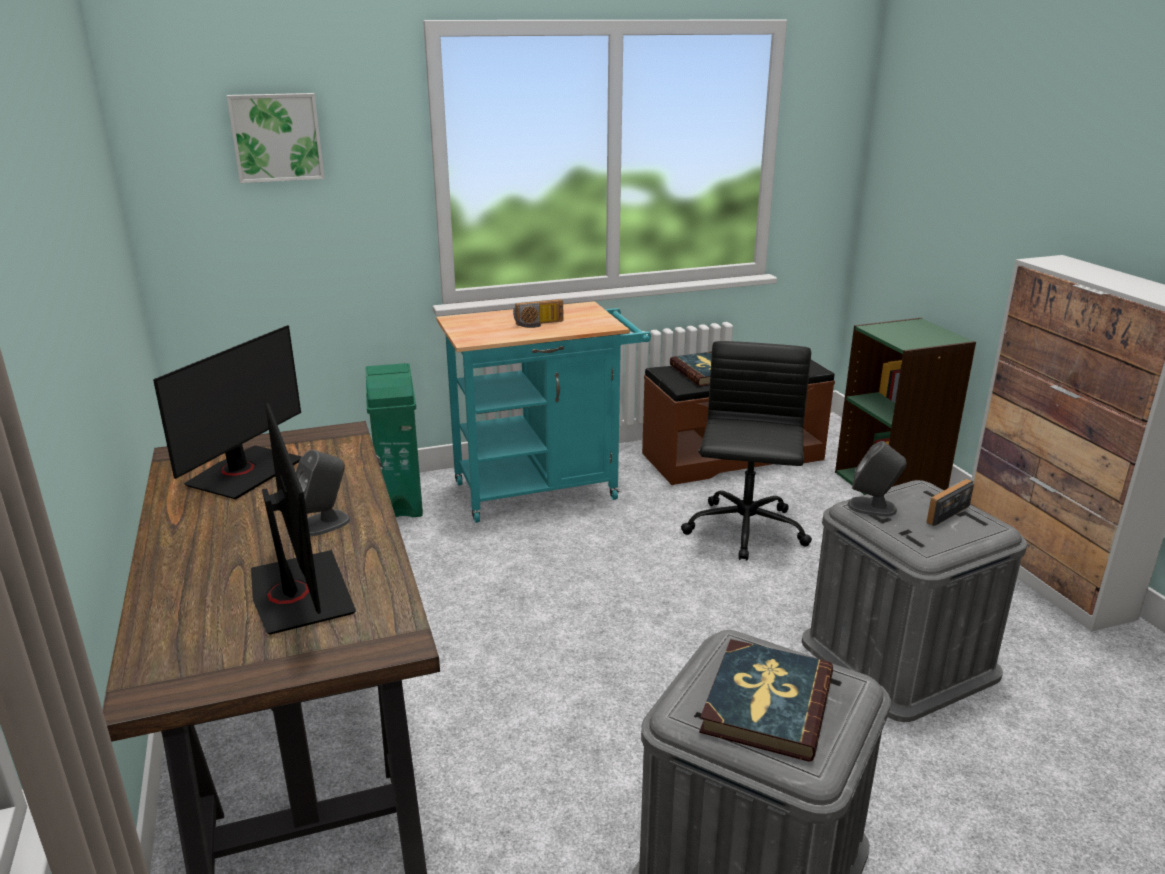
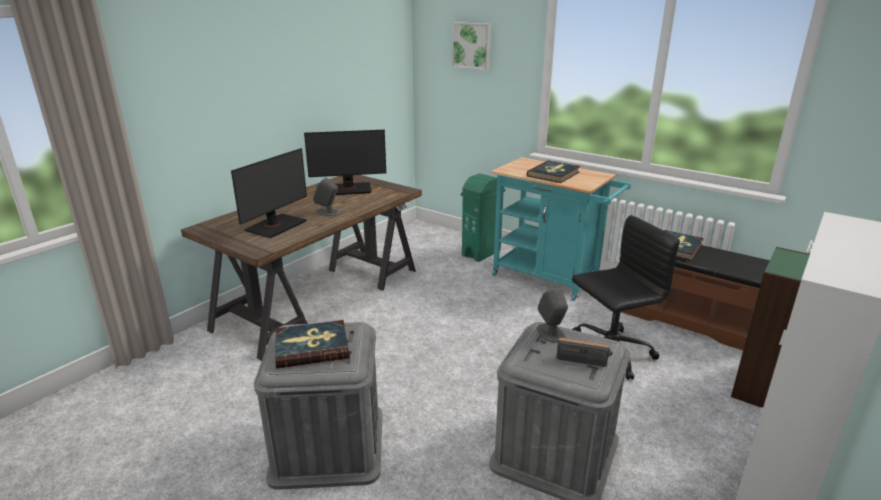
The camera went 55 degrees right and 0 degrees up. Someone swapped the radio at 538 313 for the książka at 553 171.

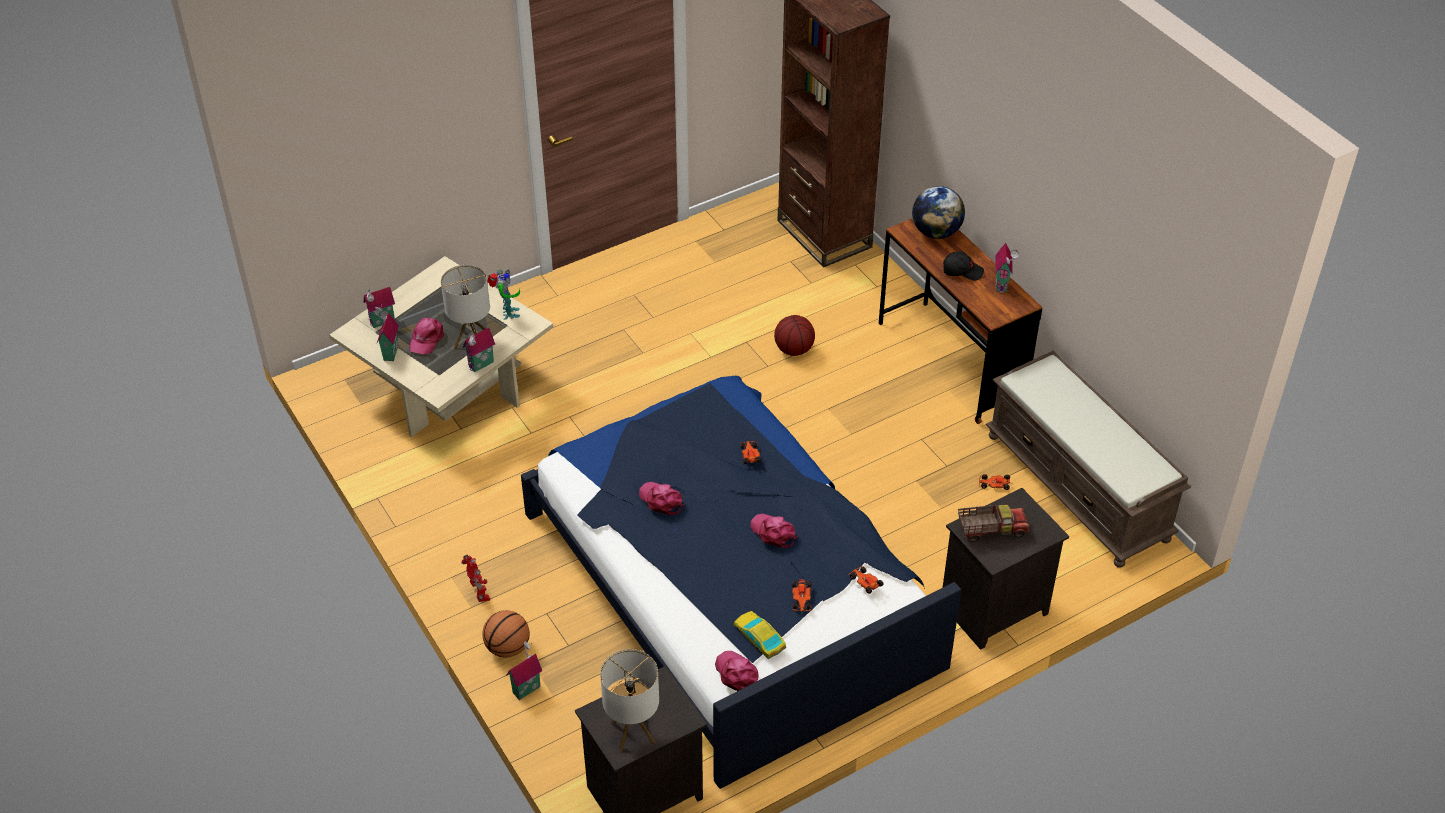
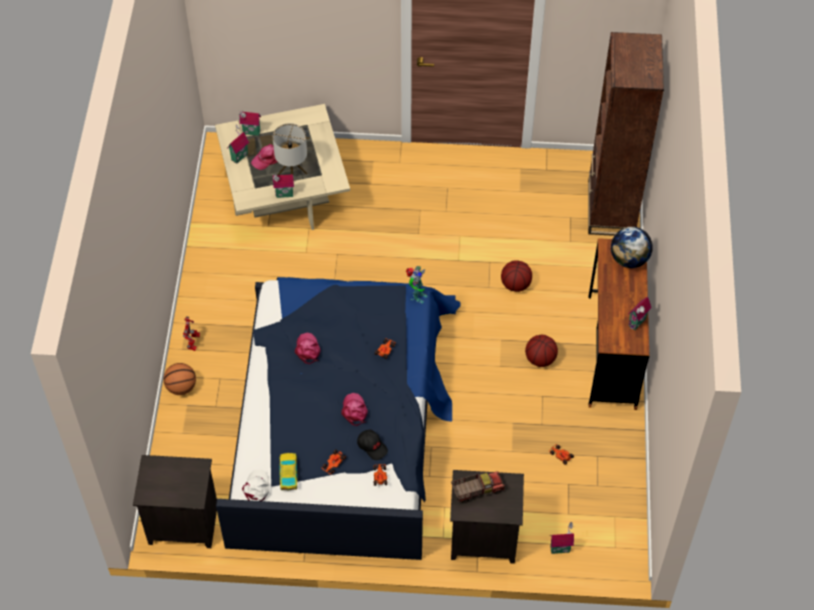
The camera went 35 degrees right and 10 degrees up. Someone repainted the czapka z daszkiem (różowy) at 736 671, which became the czapka z daszkiem (biały) at 255 485. Someone carried the czapka z daszkiem (czarny) from 963 266 to 372 444. Someone carried the robot zabawkowy from 503 294 to 417 284. Someone rotated the ciężarówka zabawkowa at 994 523 by 45 degrees counterclockwise. Someone put down the piłka do koszykówki at 541 351. Someone carried the domek from 524 670 to 562 538. Someone took away the lampa stołowa at 629 700. Someone took away the ławka (brązowy) at 1088 459.

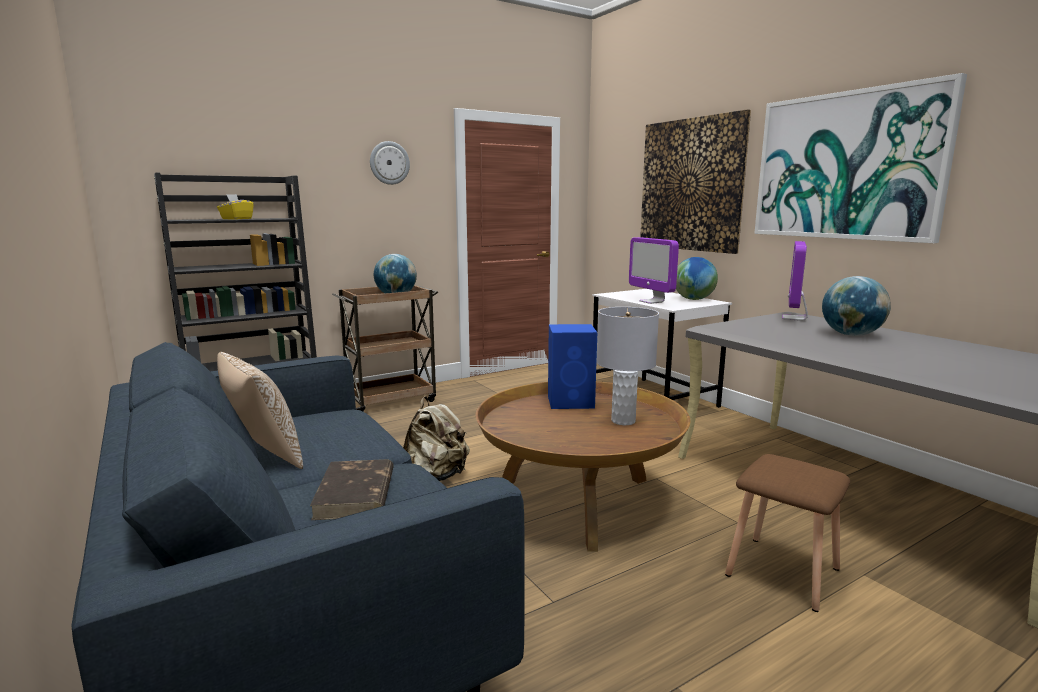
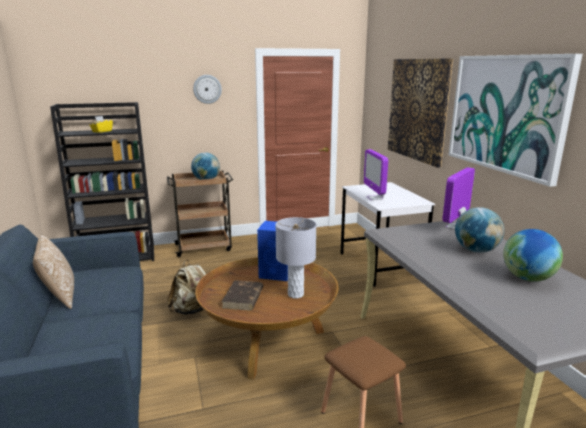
The camera went 15 degrees right and 5 degrees up. Someone carried the książka (brązowy) from 352 489 to 243 295. Someone carried the globus from 697 278 to 533 255.

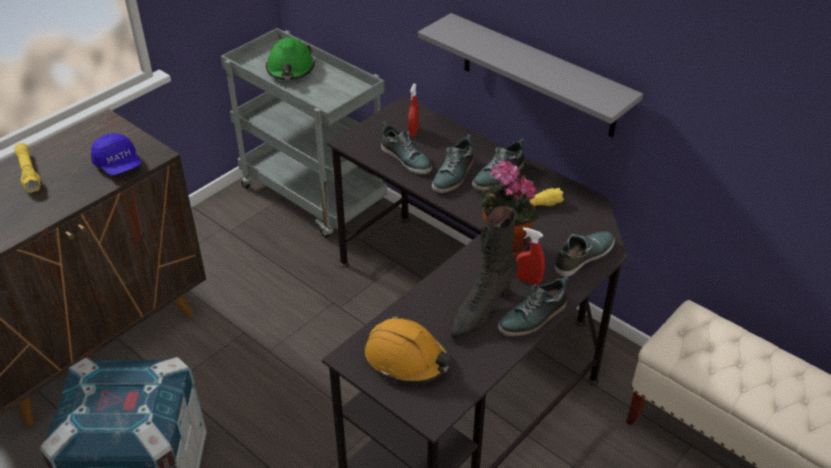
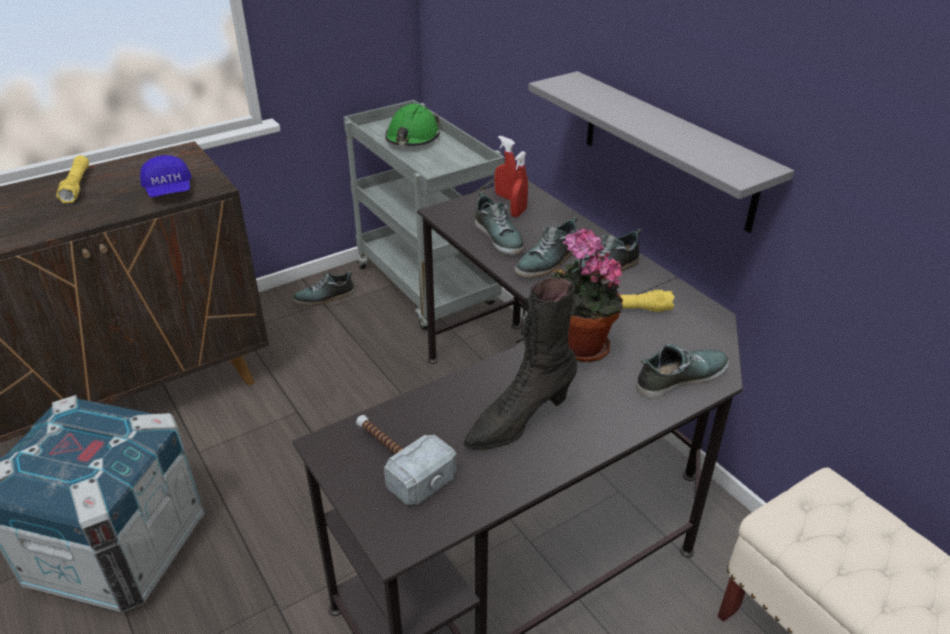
The camera went 15 degrees right and 5 degrees down. Someone carried the but from 533 306 to 323 288. Someone swapped the kask (pomarańczowy) at 408 350 for the młotek at 406 460. Someone carried the spryskiwacz (czerwony) from 530 256 to 506 168.

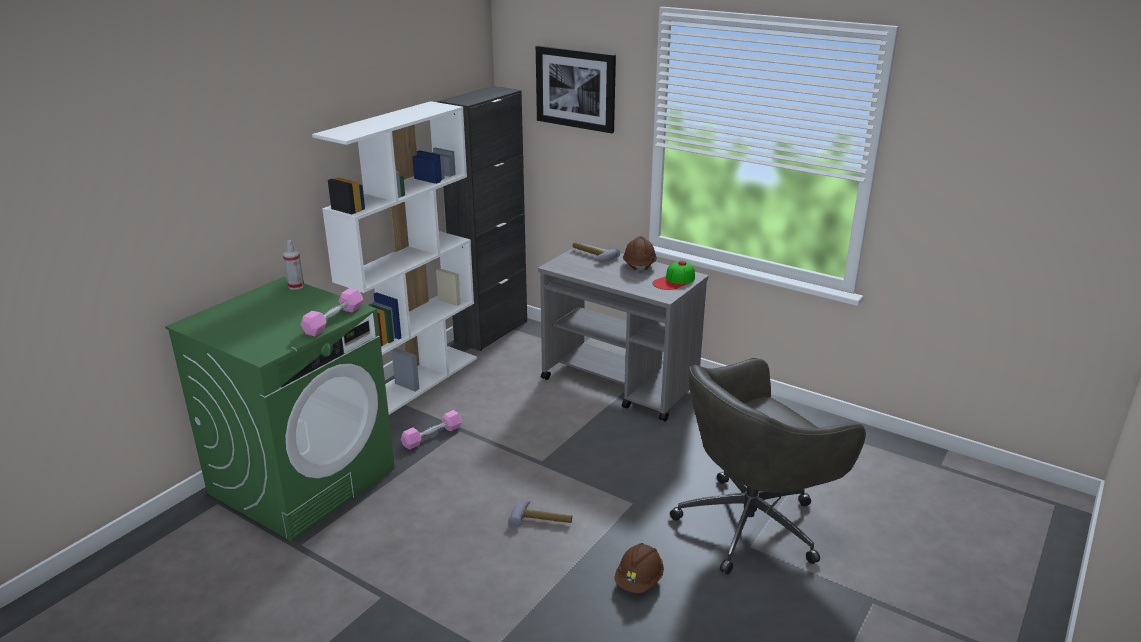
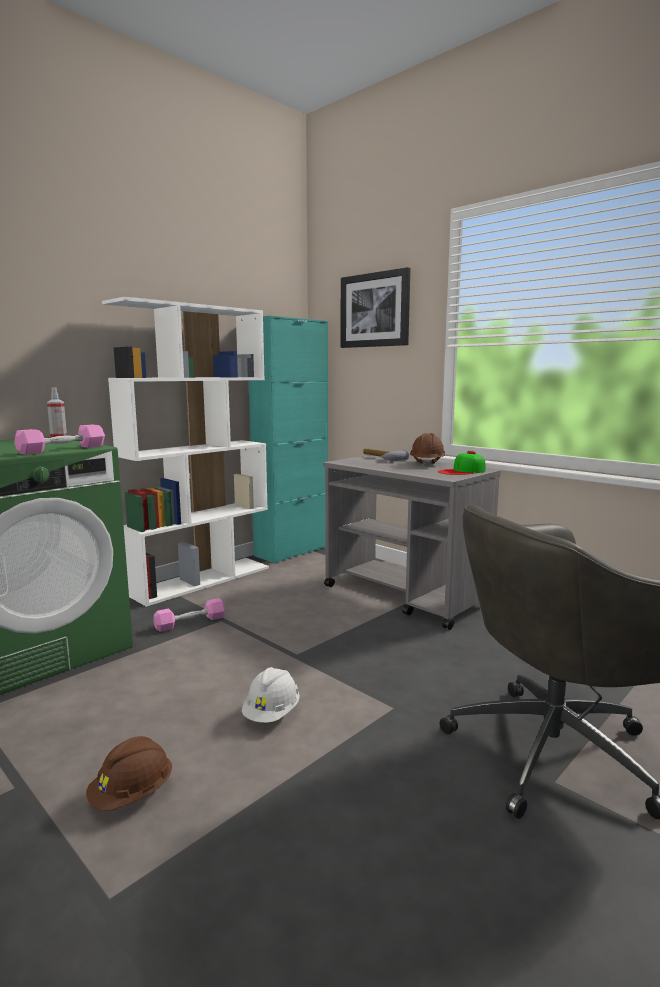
The camera went 10 degrees right and 15 degrees down. Someone carried the kask (brązowy) from 639 568 to 129 773. Someone swapped the młotek at 540 514 for the kask (biały) at 271 695. Someone repainted the szafka (czarny) at 482 218, which became the szafka (turkusowy) at 288 439.

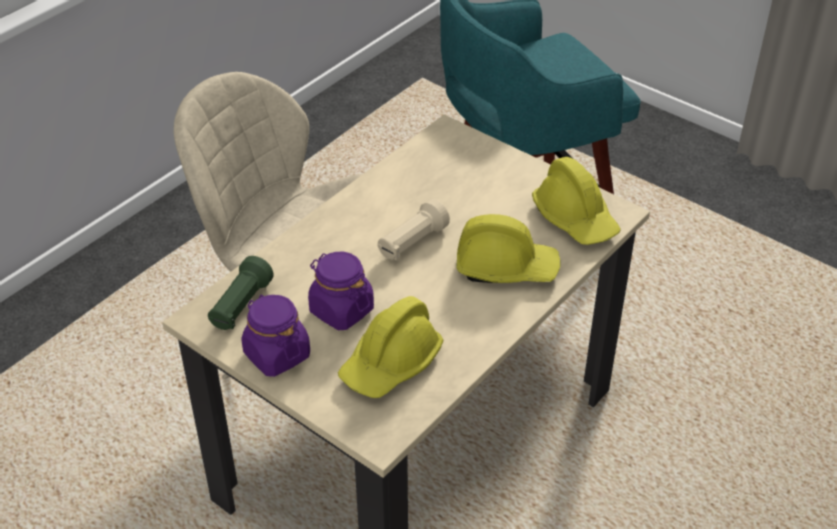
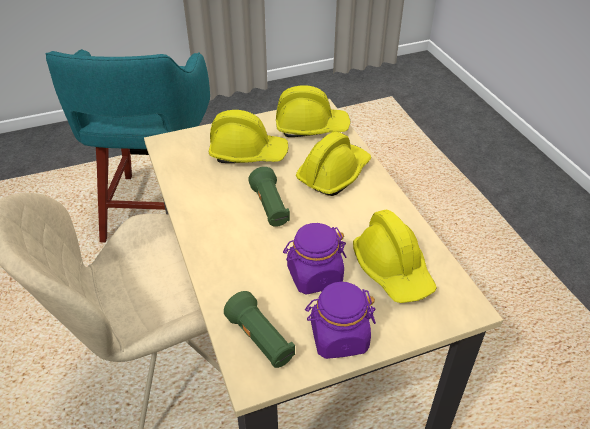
The camera went 60 degrees left and 0 degrees up. Someone put down the kask (żółty) at 248 136. Someone repainted the latarka (beżowy) at 413 229, which became the latarka (zielony) at 269 197.

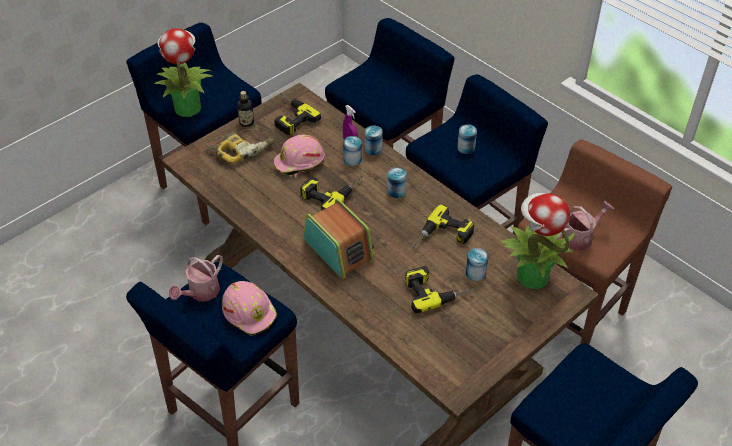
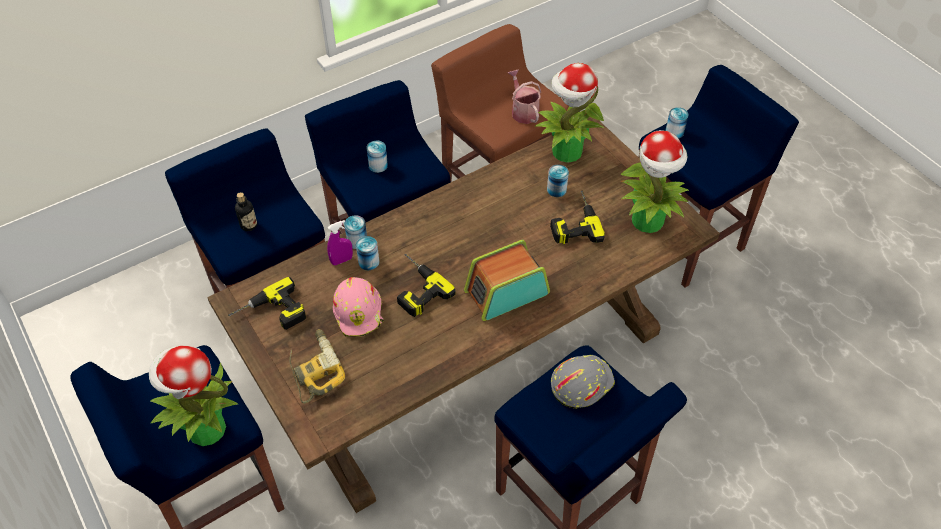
The camera went 80 degrees left and 5 degrees up. Someone carried the butelka from 245 109 to 246 211. Someone repainted the kask (różowy) at 249 308, which became the kask (szary) at 583 382. Someone put down the roślina doniczkowa at 654 181. Someone carried the puszka from 397 182 to 676 123. Someone took away the konewka at 196 278. Someone took away the wiertarka at 443 226.

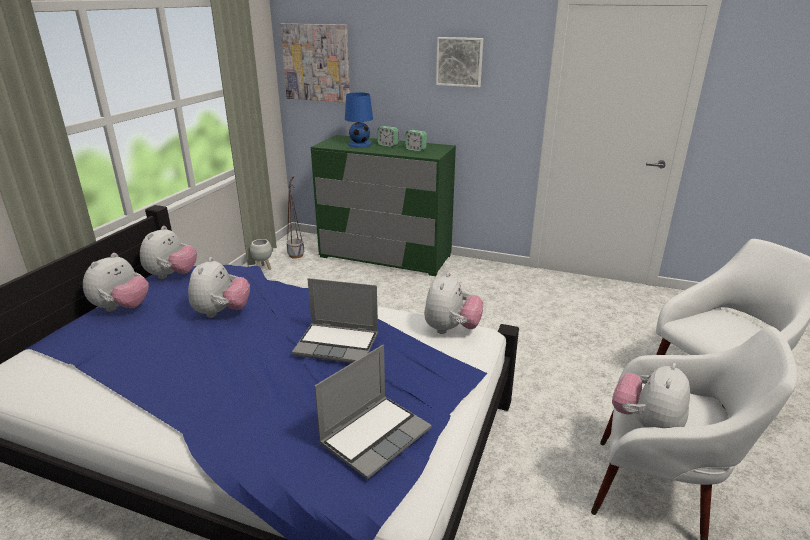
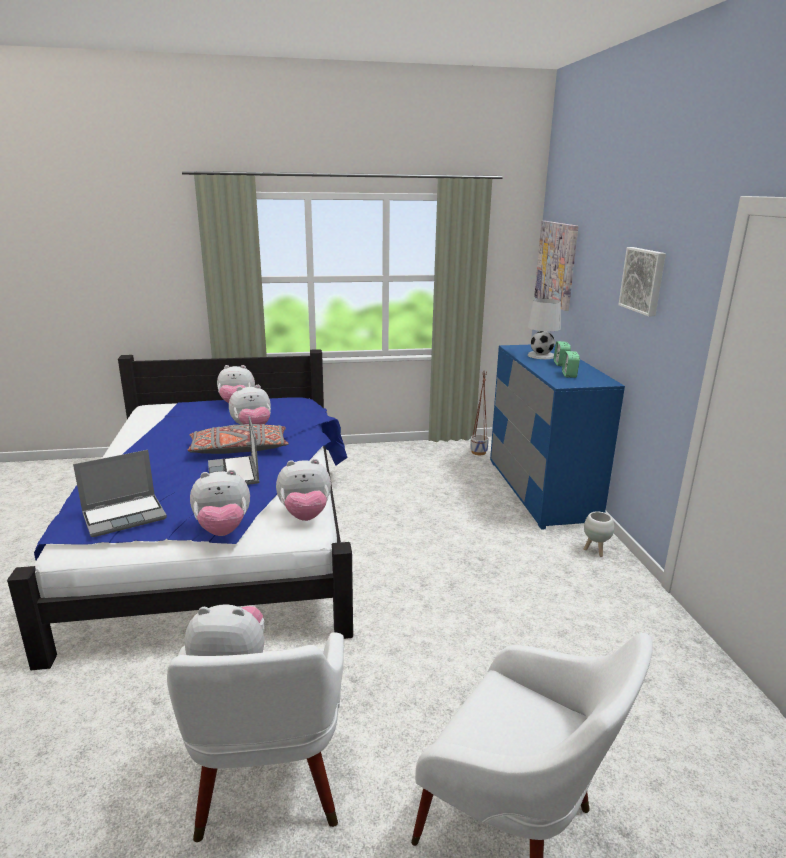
The camera went 60 degrees right and 5 degrees down. Someone rotated the laptop at 373 412 by 45 degrees counterclockwise. Someone put down the poduszka (szary) at 238 439. Someone carried the pluszak from 168 252 to 220 502. Someone repainted the komoda (zielony) at 383 205, which became the komoda (niebieski) at 557 437. Someone repainted the lampa stołowa (niebieski) at 359 120, which became the lampa stołowa (biały) at 544 328. Someone carried the donica (biały) from 261 254 to 599 534.

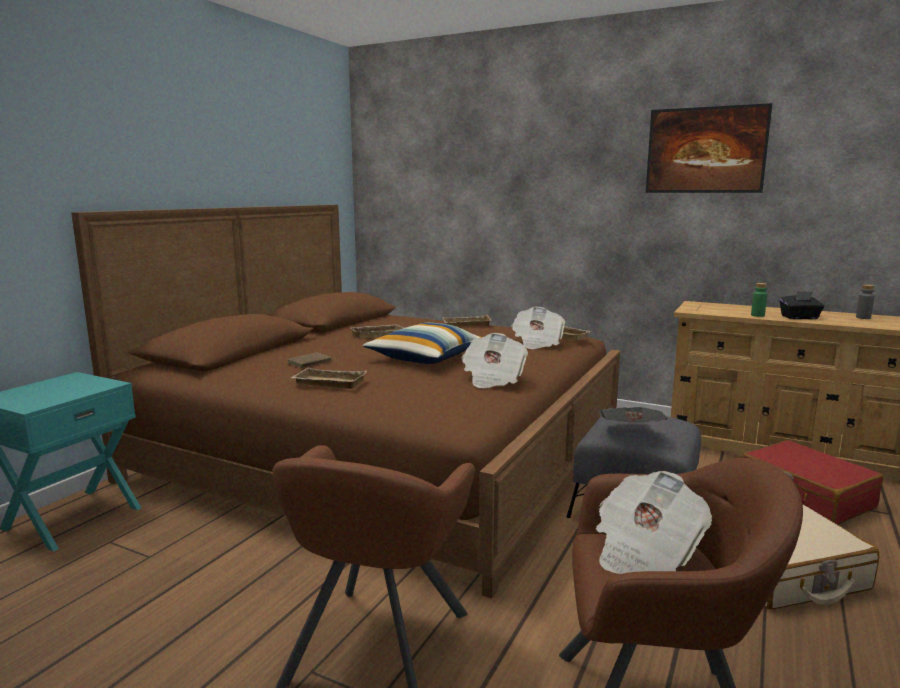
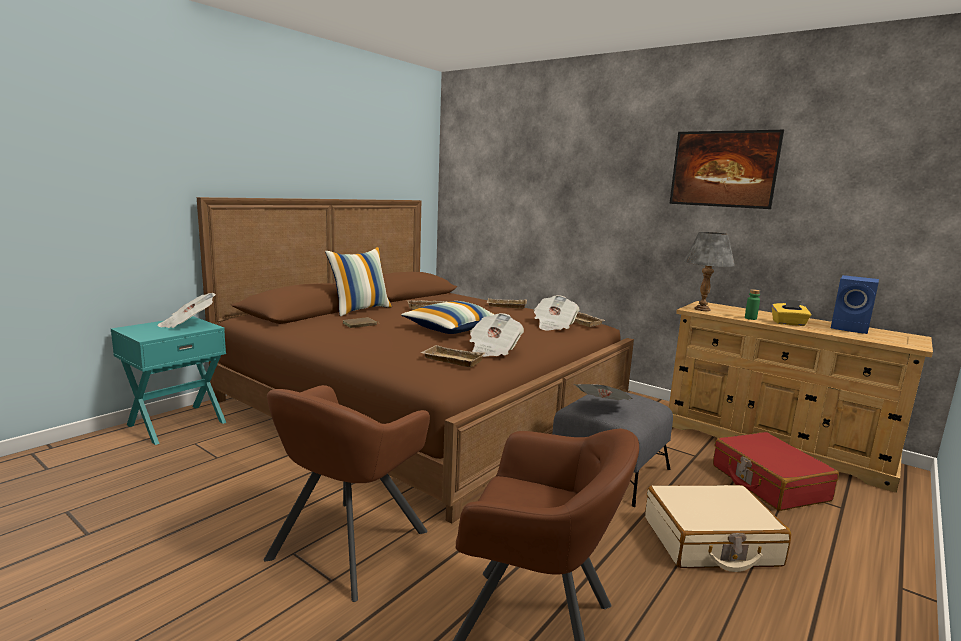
The camera went 10 degrees right and 0 degrees up. Someone carried the gazeta from 654 522 to 186 310. Someone put down the poduszka at 358 282. Someone carried the taca (beżowy) from 329 378 to 453 356. Someone put down the lampa stołowa (szary) at 709 271. Someone repainted the pudełko chusteczek (czarny) at 802 305, which became the pudełko chusteczek (żółty) at 791 313. Someone swapped the butelka (szary) at 865 302 for the głośnik (niebieski) at 855 304.

